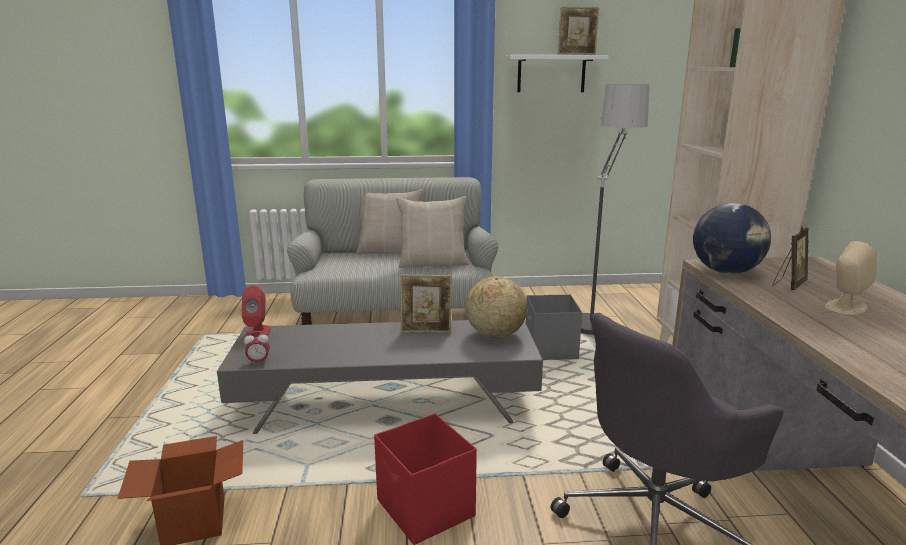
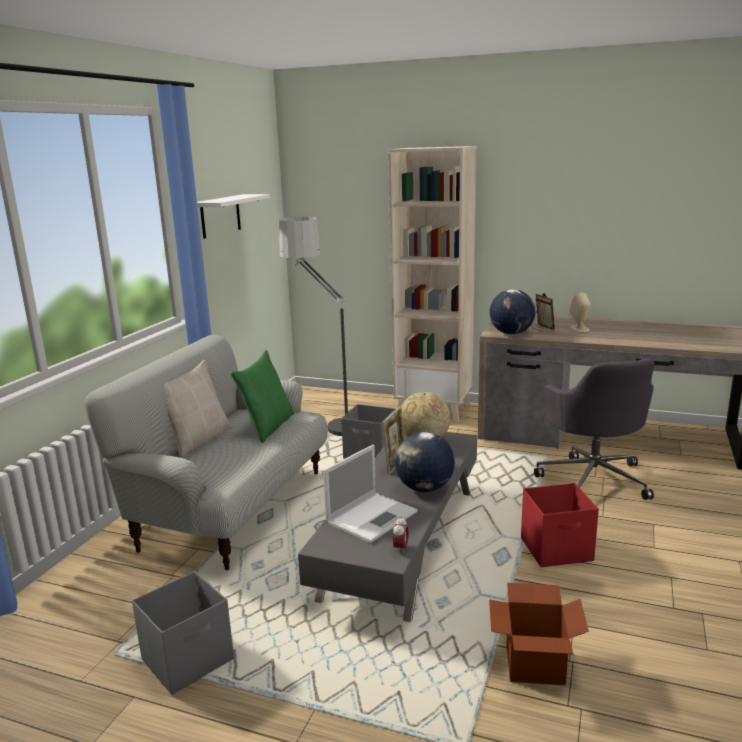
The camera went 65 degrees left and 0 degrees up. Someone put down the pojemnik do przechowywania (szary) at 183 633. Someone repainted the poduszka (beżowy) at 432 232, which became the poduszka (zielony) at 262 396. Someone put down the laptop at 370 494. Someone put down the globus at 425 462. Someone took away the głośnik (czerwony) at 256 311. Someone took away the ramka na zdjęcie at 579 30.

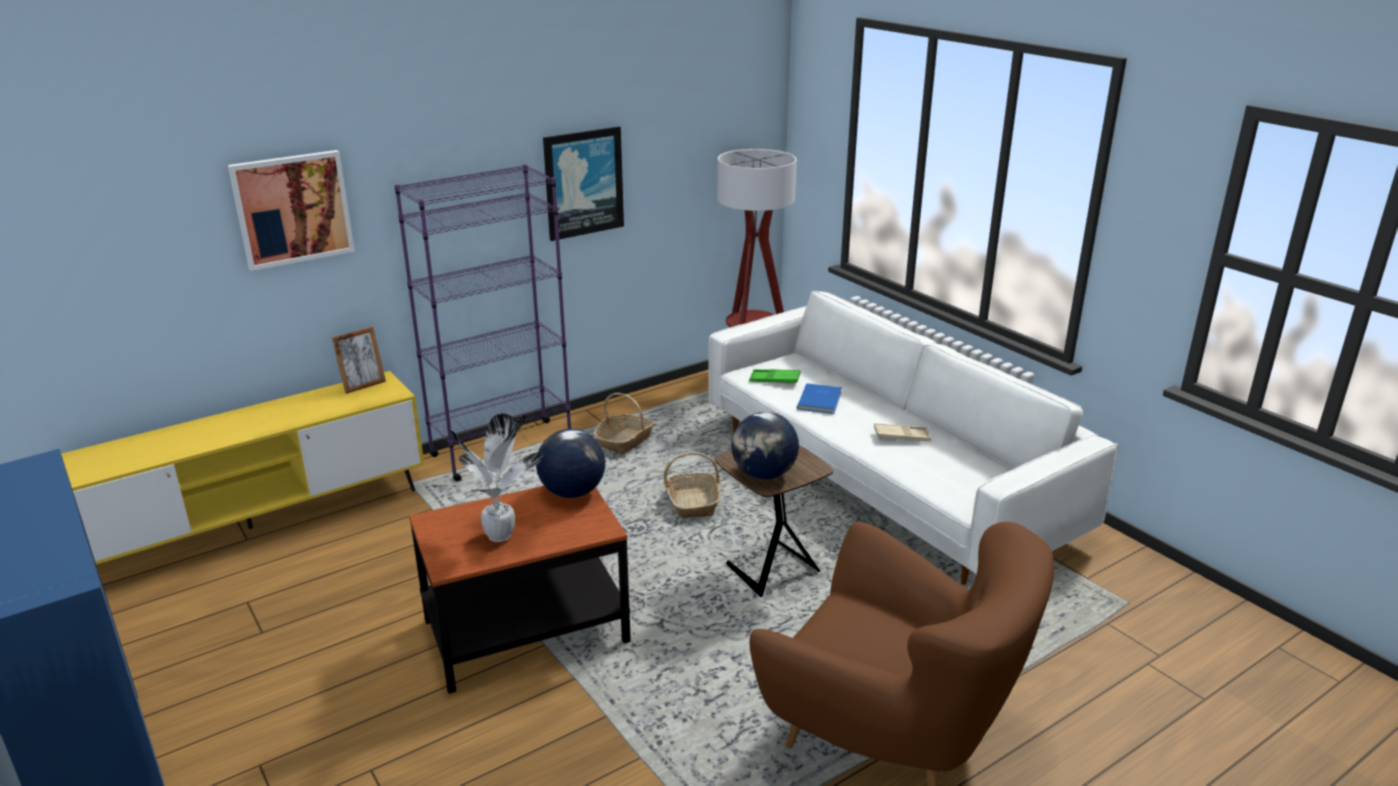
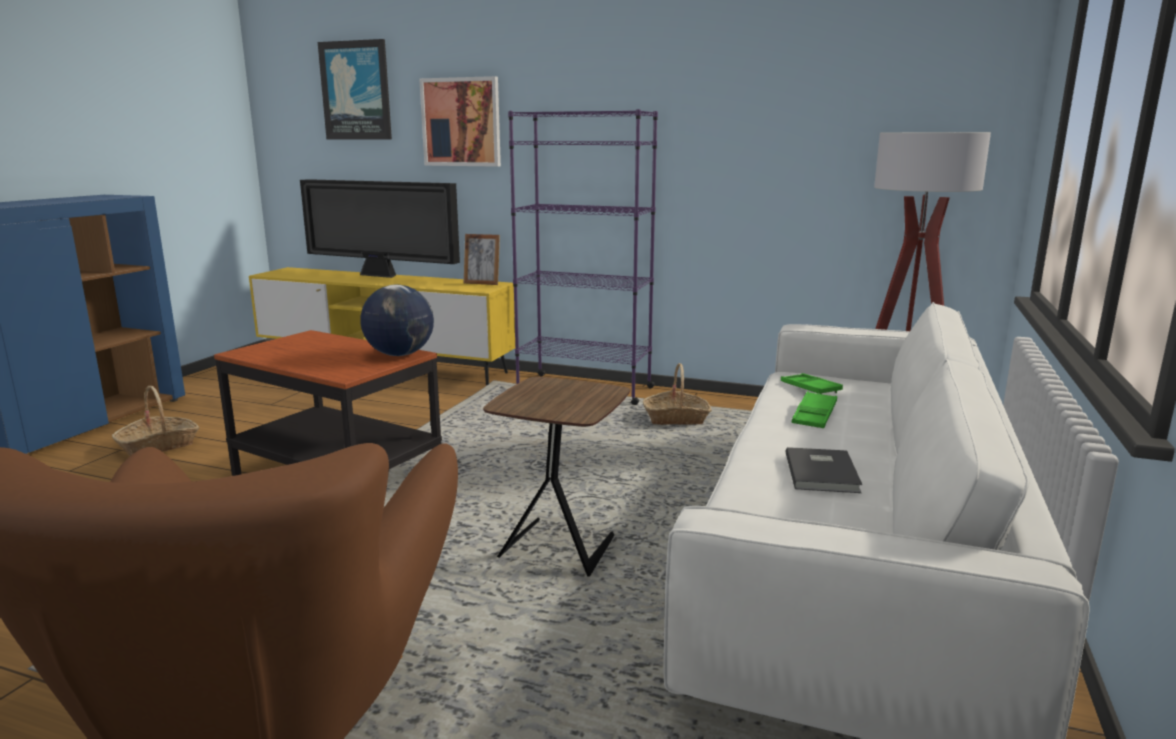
The camera went 55 degrees right and 10 degrees down. Someone carried the koszyk from 692 485 to 156 421. Someone put down the telewizor at 380 228. Someone carried the obraz from 583 183 to 355 89. Someone swapped the taca (beżowy) at 902 432 for the książka (szary) at 823 470. Someone swapped the książka (niebieski) at 819 398 for the taca (zielony) at 814 409. Someone took away the roślina doniczkowa at 495 477. Someone took away the globus at 765 445.

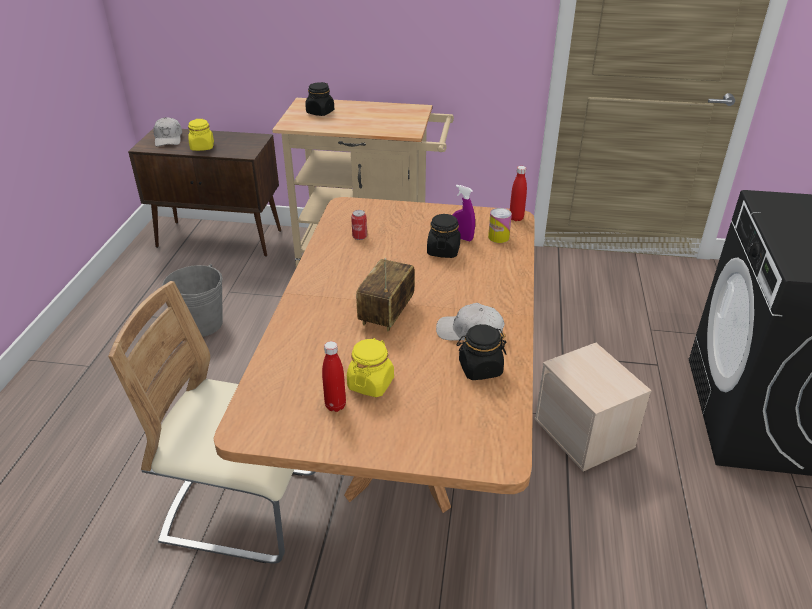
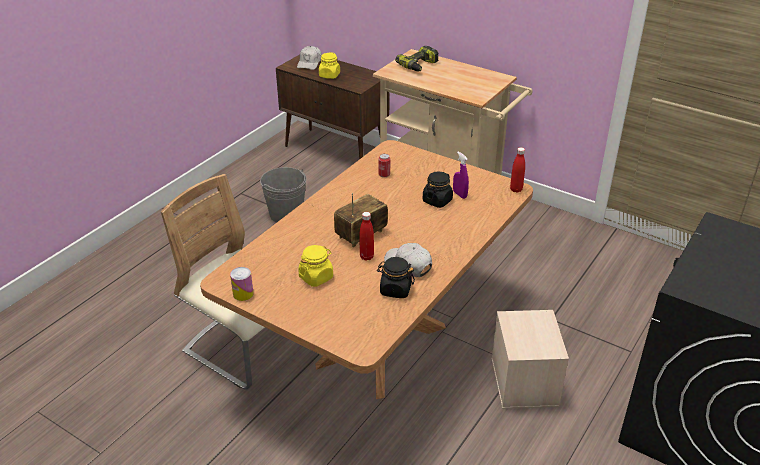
The camera went 25 degrees right and 0 degrees up. Someone carried the puszka from 500 225 to 242 284. Someone carried the butelka (czerwony) from 334 376 to 367 236. Someone swapped the słoik (czarny) at 319 99 for the wiertarka at 417 59.

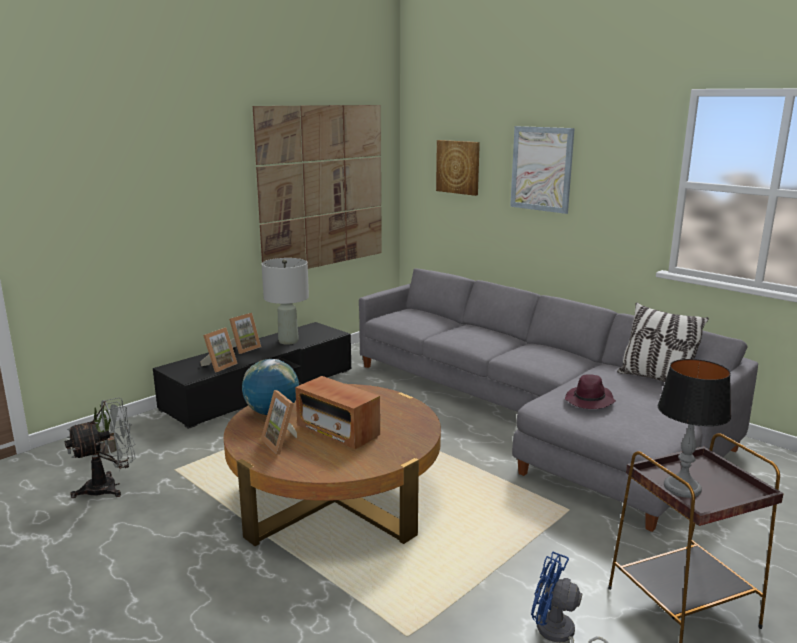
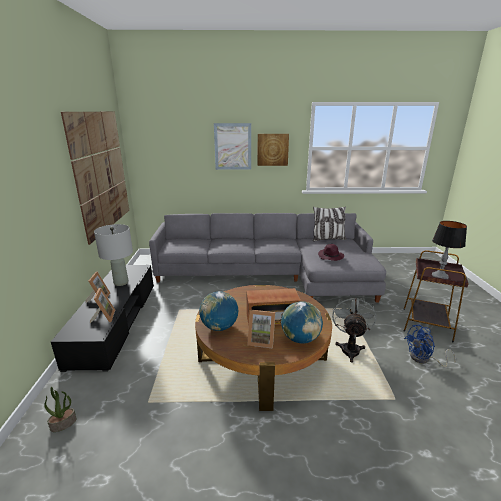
The camera went 45 degrees left and 5 degrees up. Someone carried the obraz from 458 168 to 273 150. Someone put down the globus at 302 322. Someone carried the wentylator (szary) from 100 447 to 354 328.

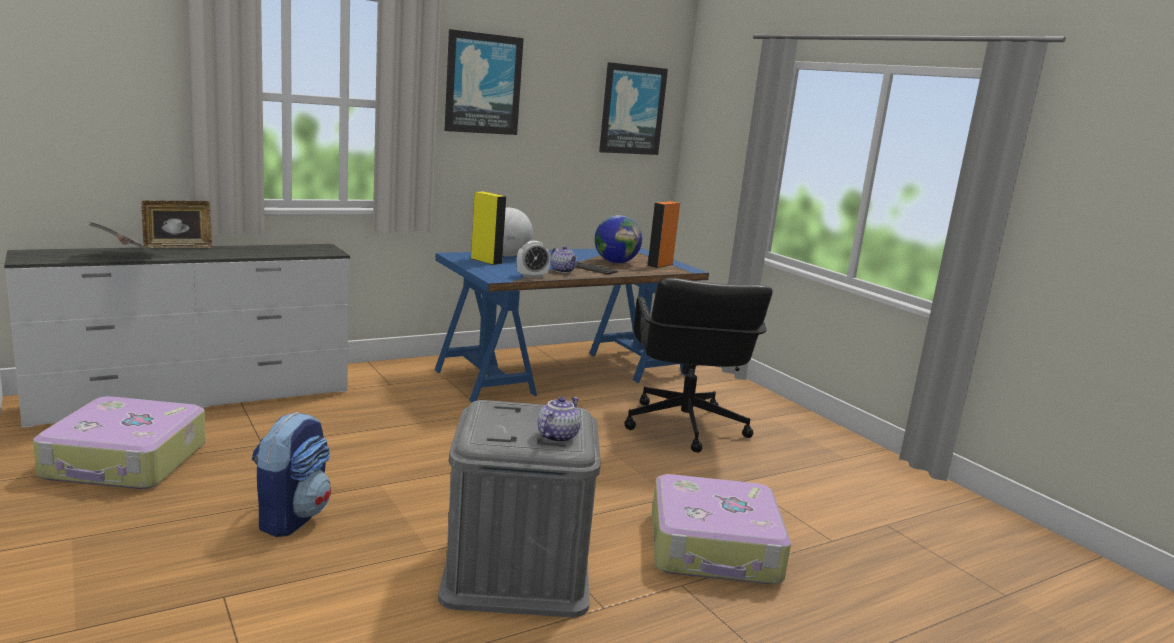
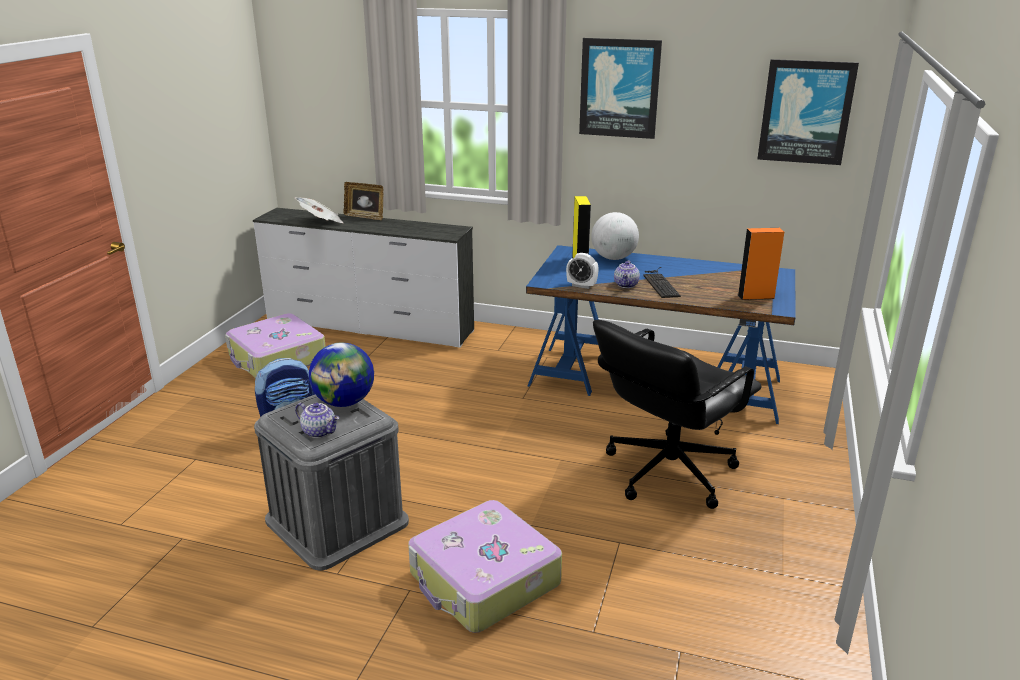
The camera went 50 degrees right and 10 degrees up. Someone rotated the imbryk at 559 419 by 45 degrees clockwise. Someone carried the globus from 618 239 to 341 374.

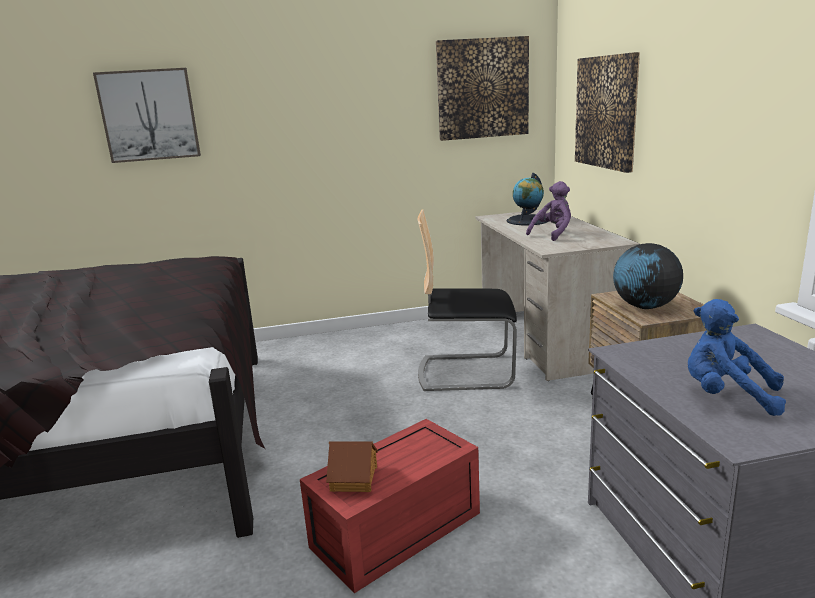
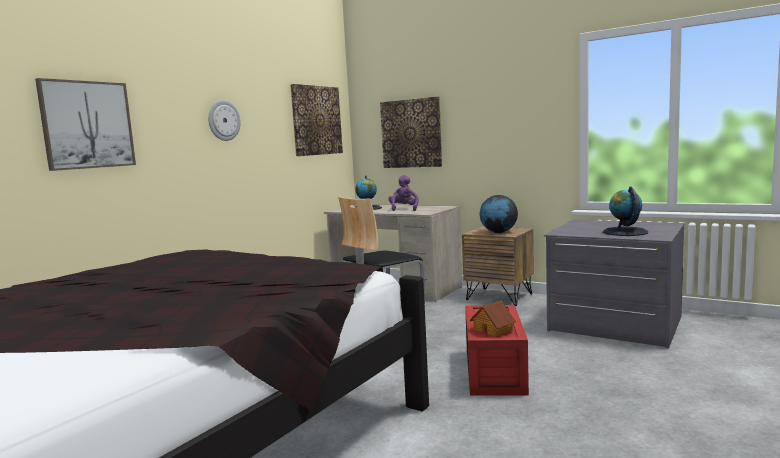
The camera went 45 degrees left and 10 degrees down. Someone put up the zegar ścienny at 224 120. Someone swapped the pluszak (niebieski) at 737 357 for the globus at 625 211.

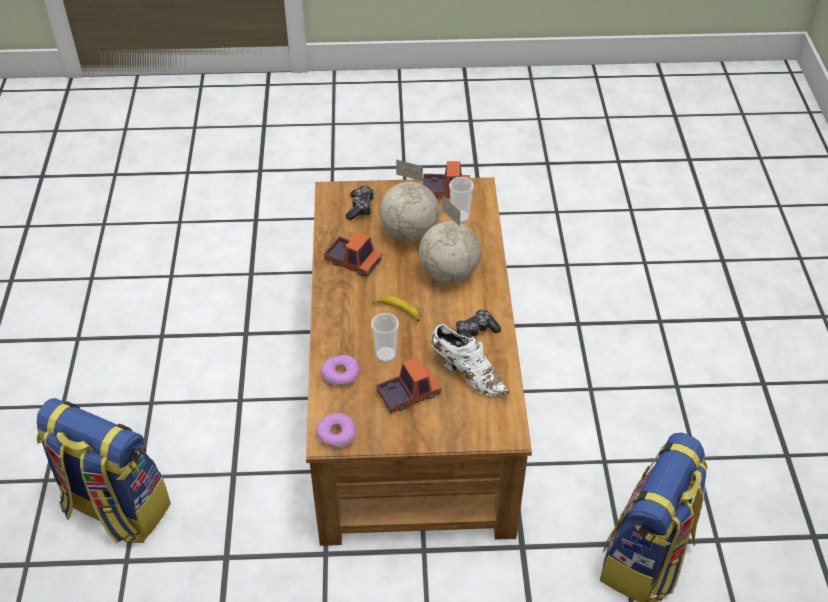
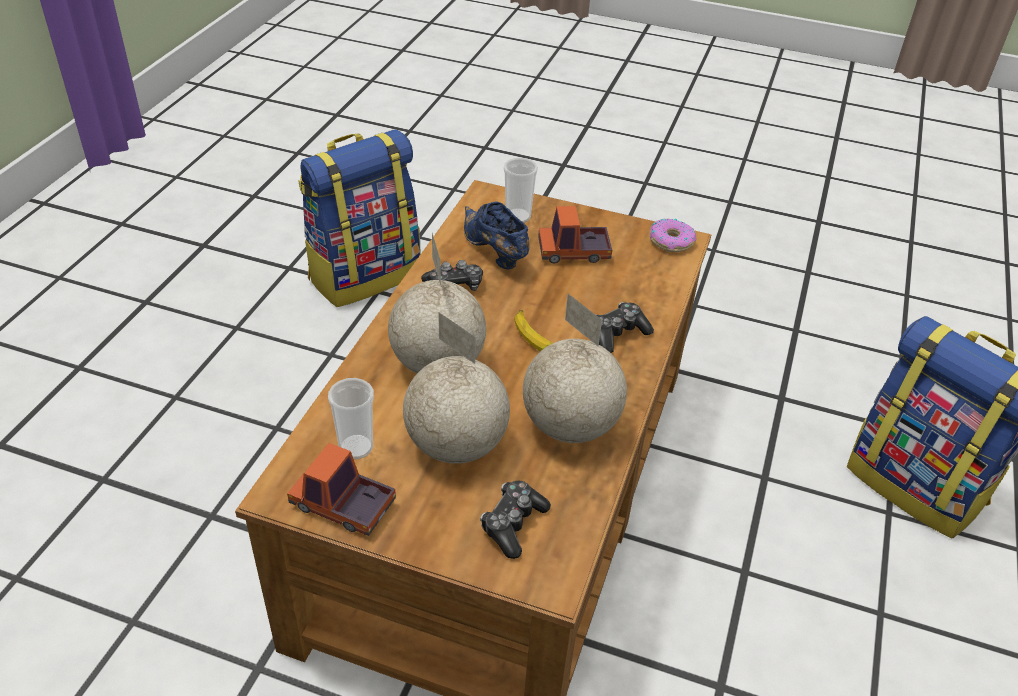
The camera went 160 degrees left and 5 degrees down. Someone repainted the but (biały) at 470 360, which became the but (niebieski) at 497 235. Someone carried the filiżanka from 385 338 to 521 190. Someone swapped the ciężarówka zabawkowa at 353 254 for the globus at 575 368. Someone put down the pad do gier at 625 327. Someone took away the donut at 340 370.

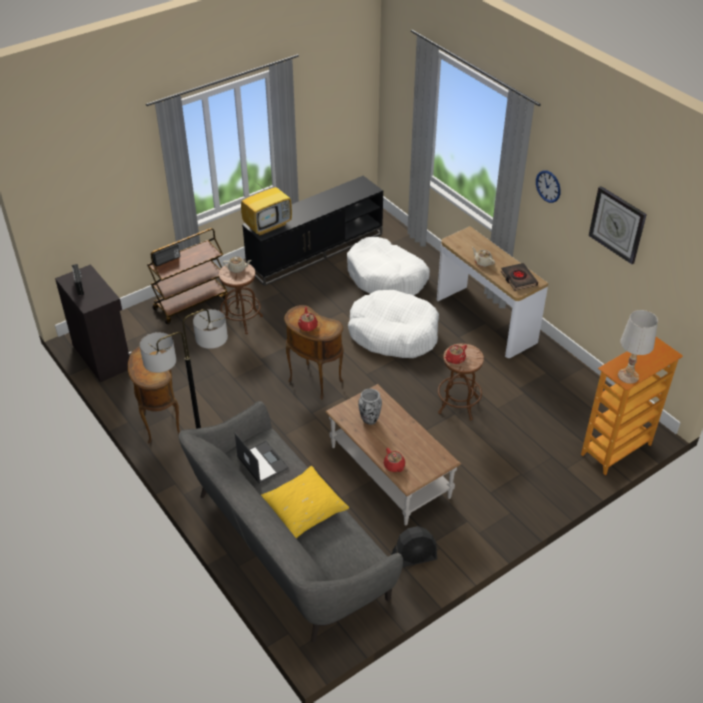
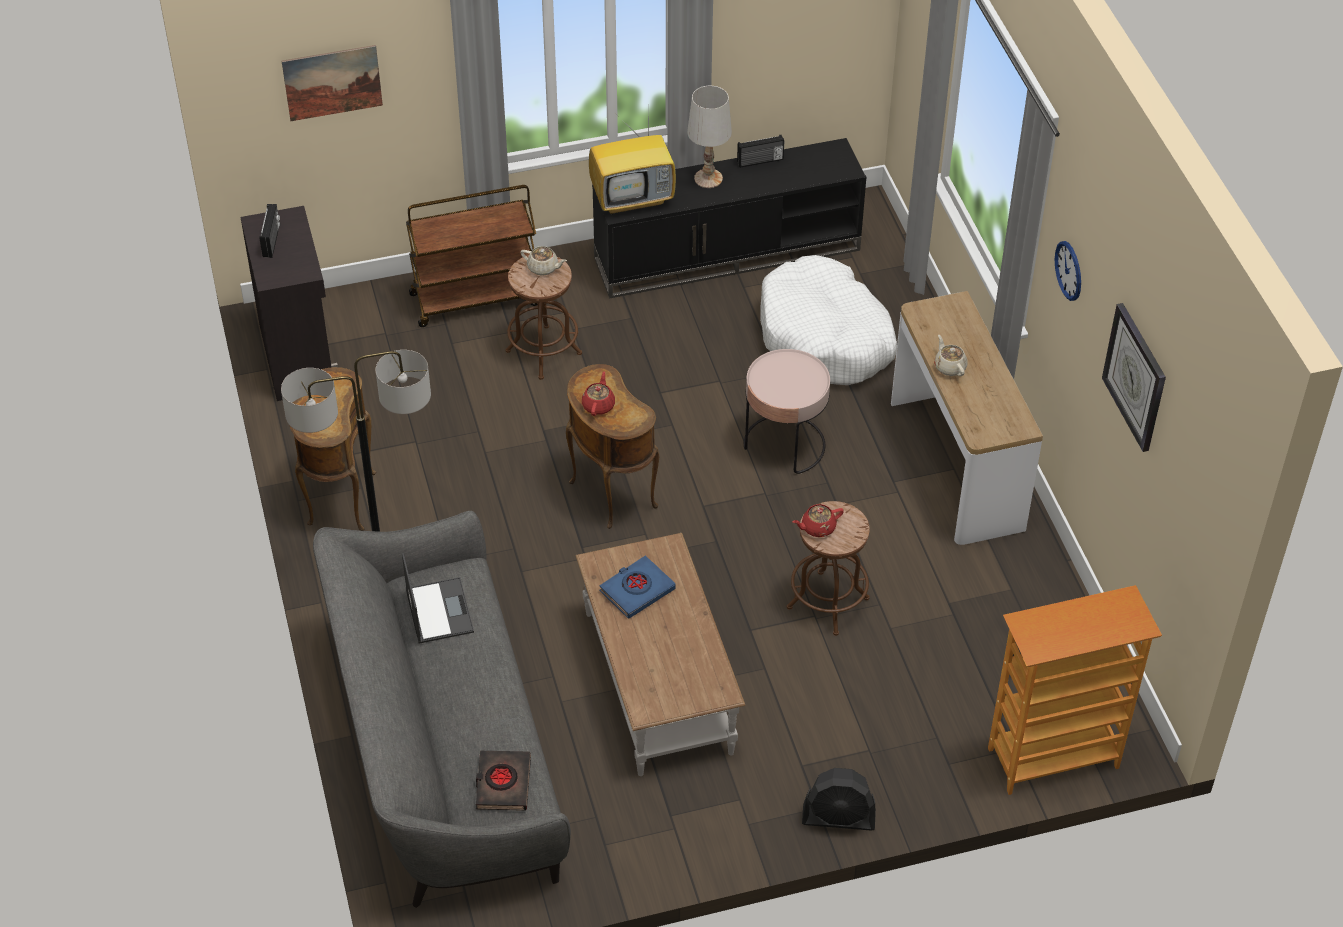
The camera went 20 degrees right and 5 degrees up. Someone put up the obraz at 332 83. Someone carried the książka (czarny) from 519 277 to 503 781. Someone swapped the wazon at 370 406 for the książka (niebieski) at 637 587. Someone carried the lampa stołowa (biały) from 638 347 to 709 137. Someone carried the radio from 166 255 to 760 151. Someone swapped the legowisko (biały) at 393 324 for the stolik (różowy) at 787 411. Someone carried the wentylator (czarny) from 414 546 to 839 799. Someone took away the poduszka (żółty) at 305 502. Someone took away the imbryk (czerwony) at 394 460.

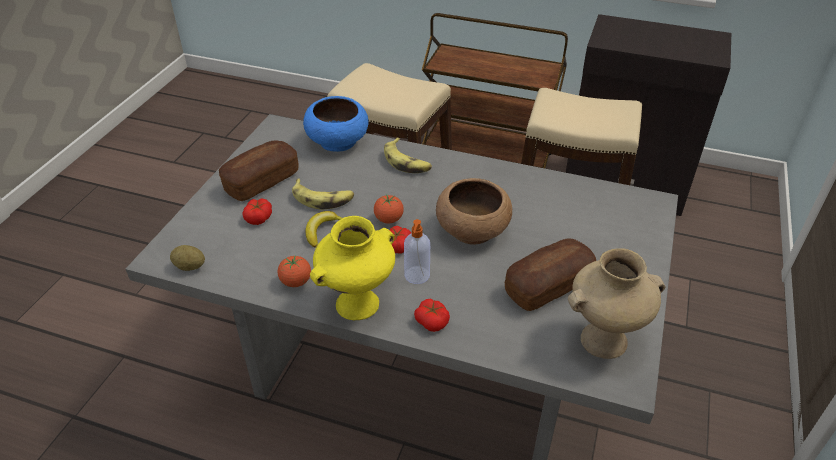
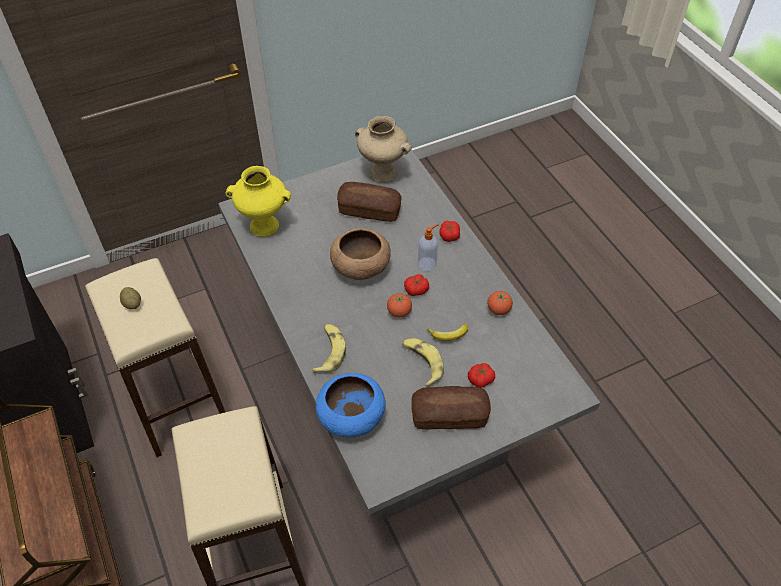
The camera went 135 degrees left and 10 degrees up. Someone carried the ziemniak from 187 258 to 130 298. Someone carried the wazon (żółty) from 352 268 to 258 201.

